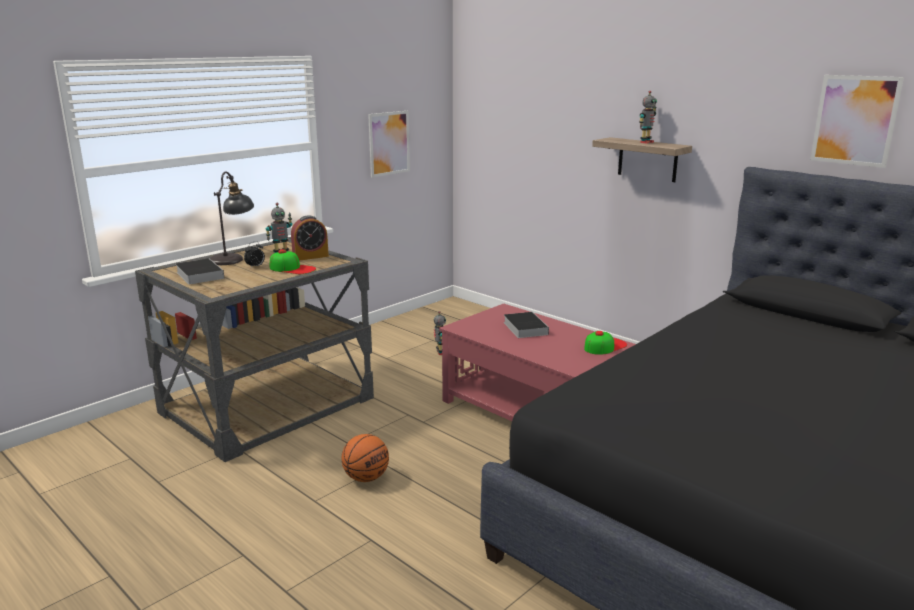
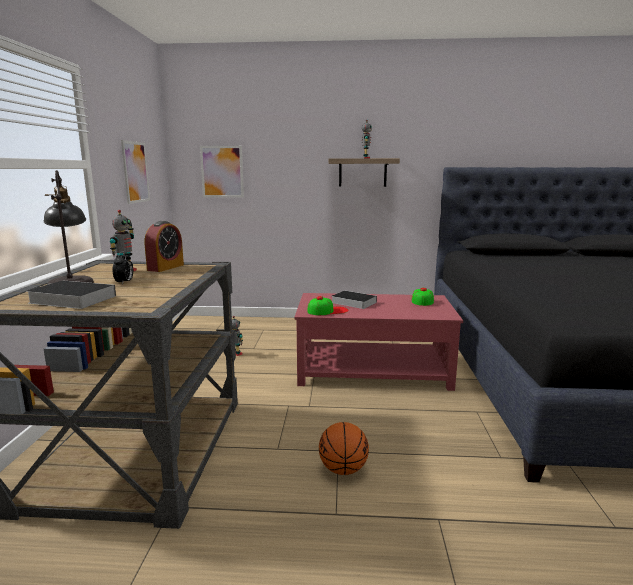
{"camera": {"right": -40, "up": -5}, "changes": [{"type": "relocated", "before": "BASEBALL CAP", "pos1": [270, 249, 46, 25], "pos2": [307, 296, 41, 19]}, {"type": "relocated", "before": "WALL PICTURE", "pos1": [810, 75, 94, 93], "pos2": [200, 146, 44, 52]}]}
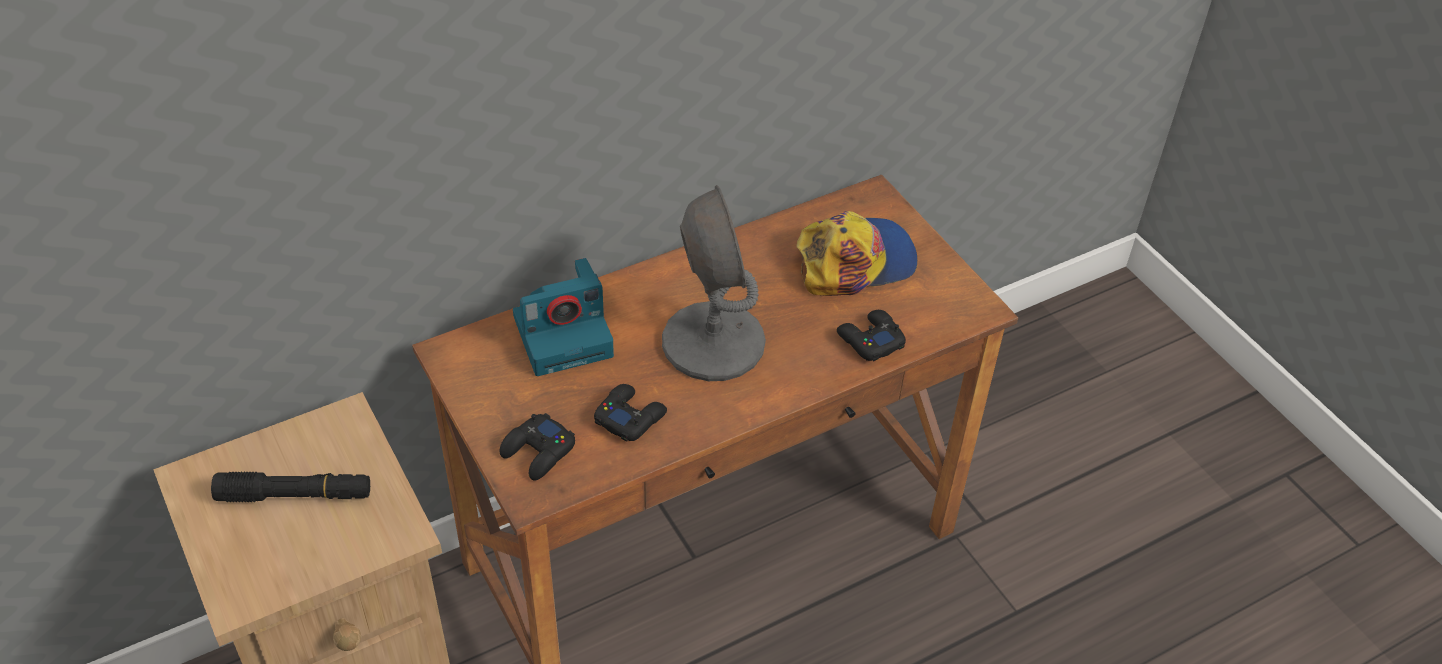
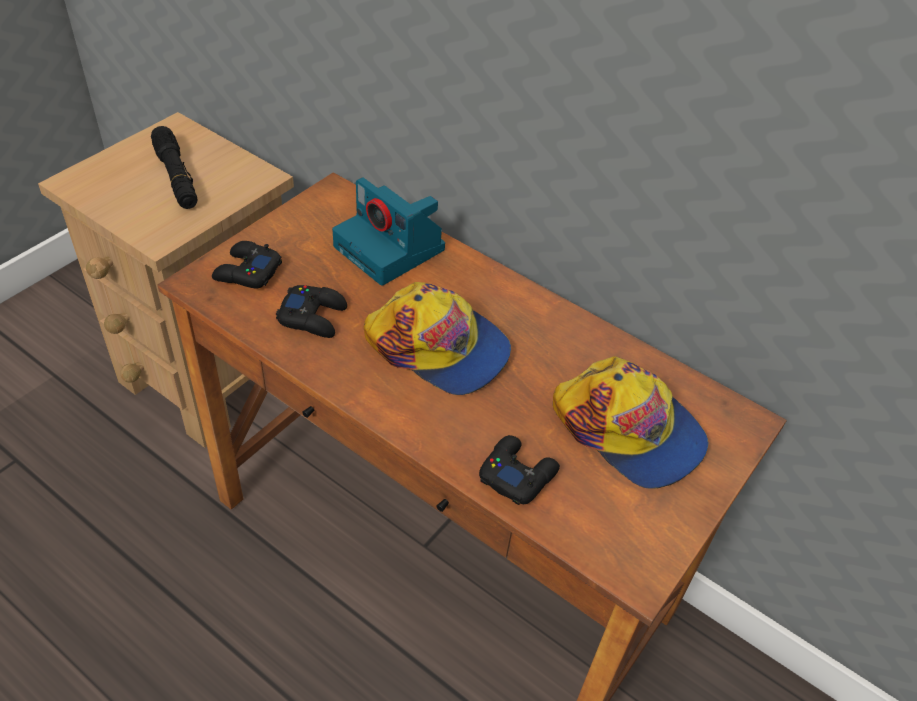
{"camera": {"right": 65, "up": 0}, "changes": [{"type": "exchanged", "before": "GREYISH TABLETOP LAMP", "after": "BASEBALL CAP", "pos1": [662, 185, 104, 196], "pos2": [364, 282, 147, 113]}]}
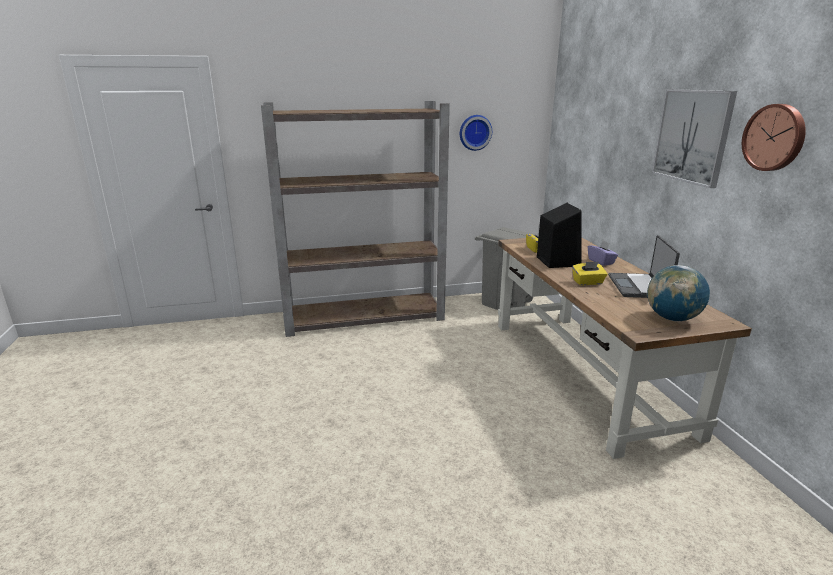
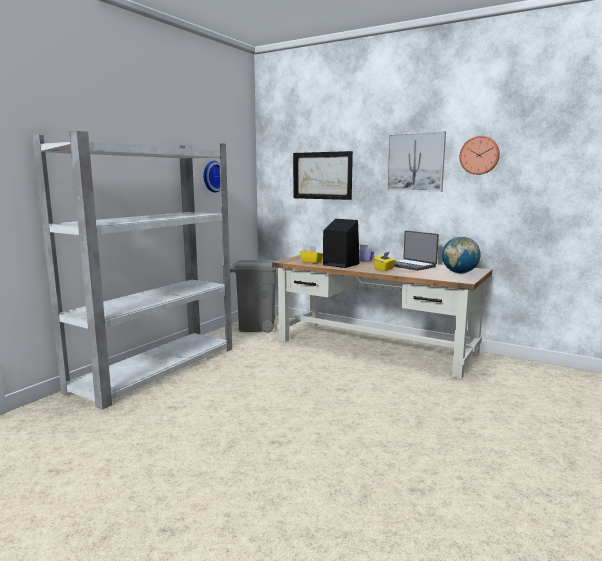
{"camera": {"right": -45, "up": -10}, "changes": [{"type": "appeared", "after": "WALL PICTURE", "pos2": [293, 151, 60, 49]}, {"type": "colour", "before": "BROWN-COLOURED BOOKCASE", "after": "WHITISH BOOKCASE", "pos1": [261, 101, 189, 236], "pos2": [32, 131, 200, 278]}]}
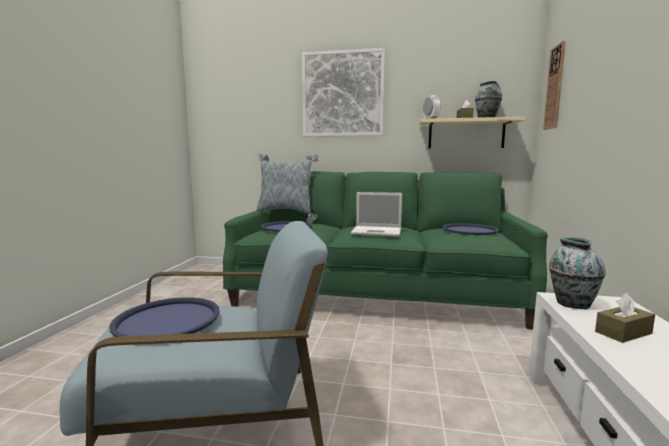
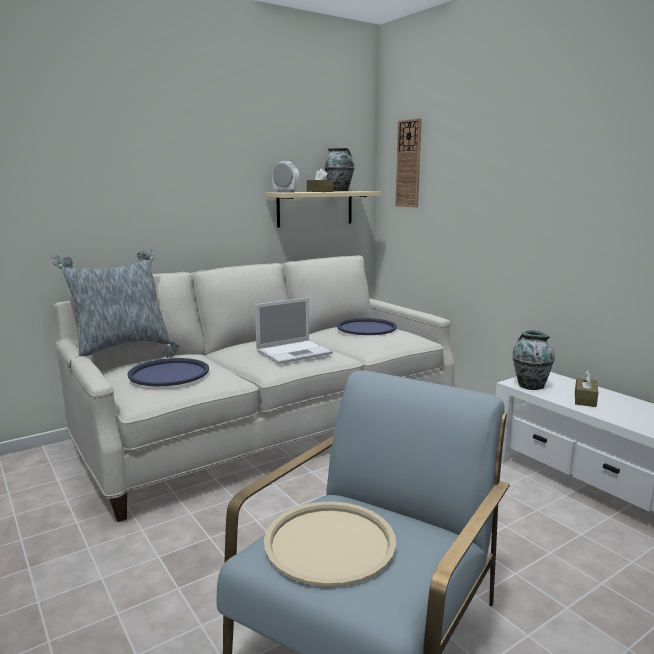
{"camera": {"right": -45, "up": 5}, "changes": [{"type": "missing", "before": "WALL PICTURE", "pos1": [302, 48, 83, 89]}, {"type": "colour", "before": "BLUE-COLOURED SERVING TRAY", "after": "SAND-COLOURED SERVING TRAY", "pos1": [109, 297, 111, 40], "pos2": [264, 502, 132, 85]}, {"type": "colour", "before": "GREEN-COLOURED SETTEE", "after": "WHITISH SETTEE", "pos1": [223, 171, 325, 159], "pos2": [54, 255, 401, 267]}]}
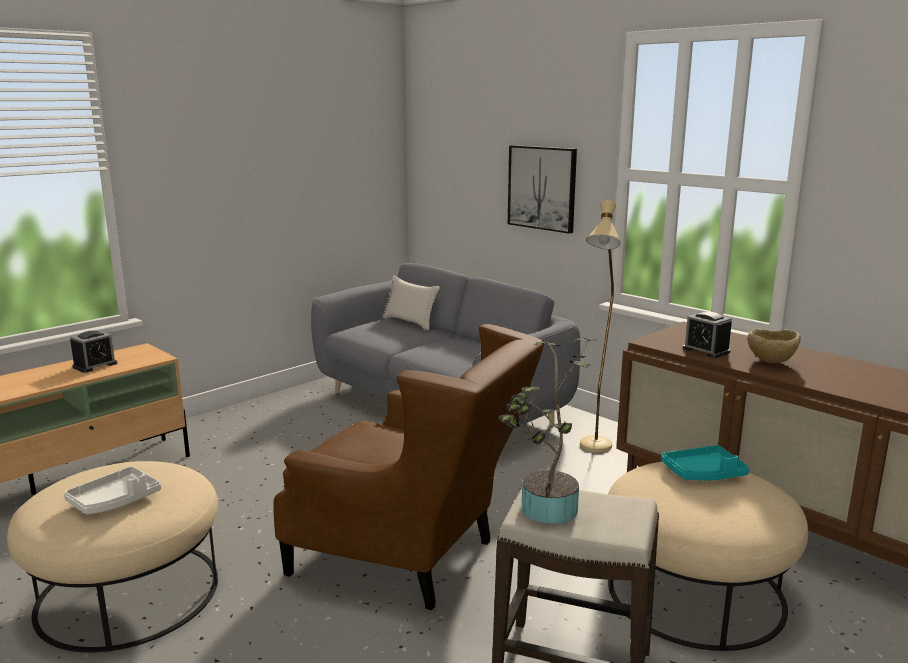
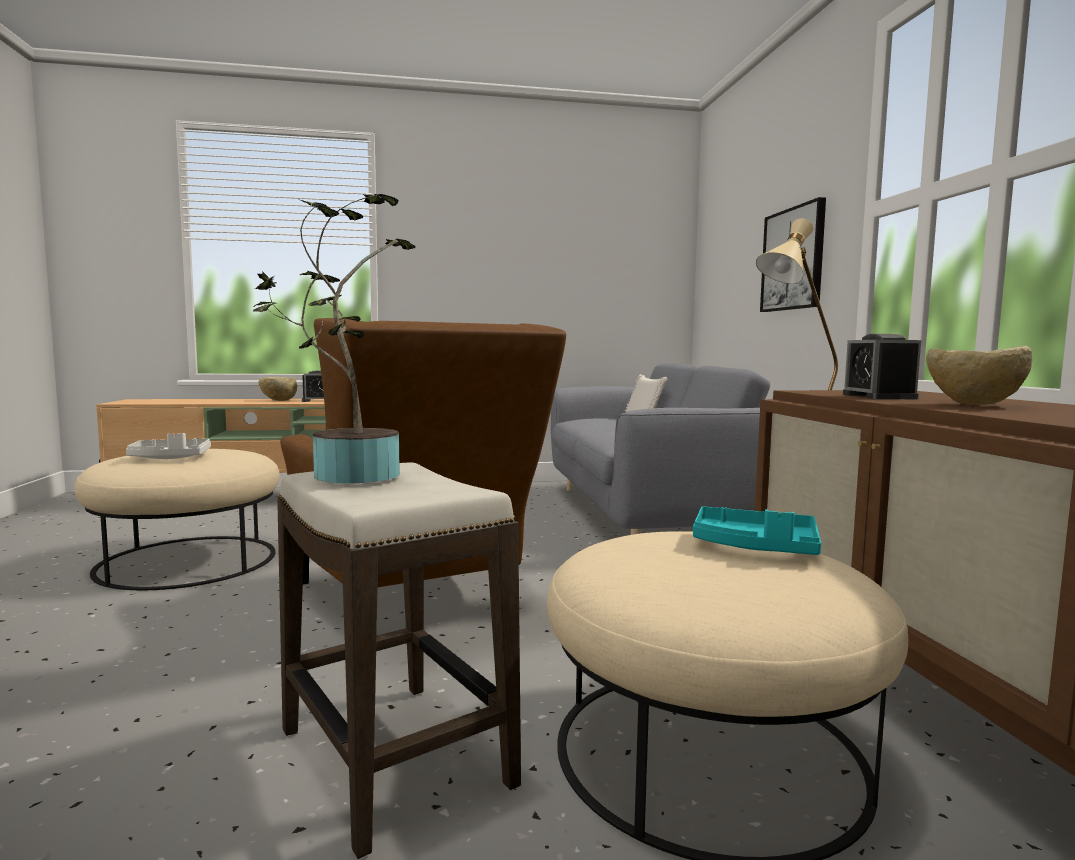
{"camera": {"right": 35, "up": -10}, "changes": [{"type": "appeared", "after": "SAND-COLOURED BOWL", "pos2": [259, 377, 38, 24]}]}
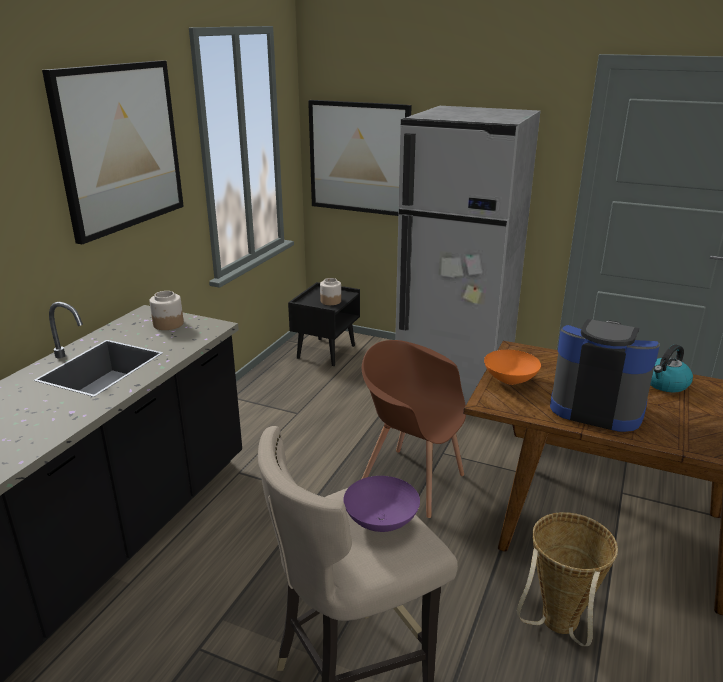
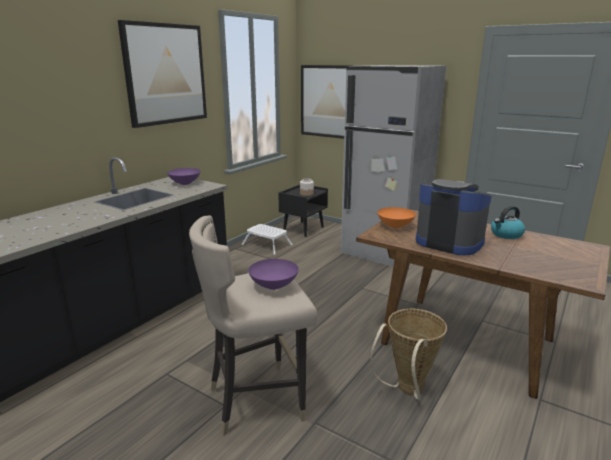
{"camera": {"right": 10, "up": -5}, "changes": [{"type": "missing", "before": "BROWN-COLOURED PLAIN CHAIR", "pos1": [362, 340, 104, 178]}, {"type": "appeared", "after": "WHITISH STEP LADDER", "pos2": [242, 224, 51, 31]}, {"type": "exchanged", "before": "STORAGE JAR", "after": "PURPLISH BOWL", "pos1": [149, 291, 35, 39], "pos2": [167, 168, 34, 17]}]}
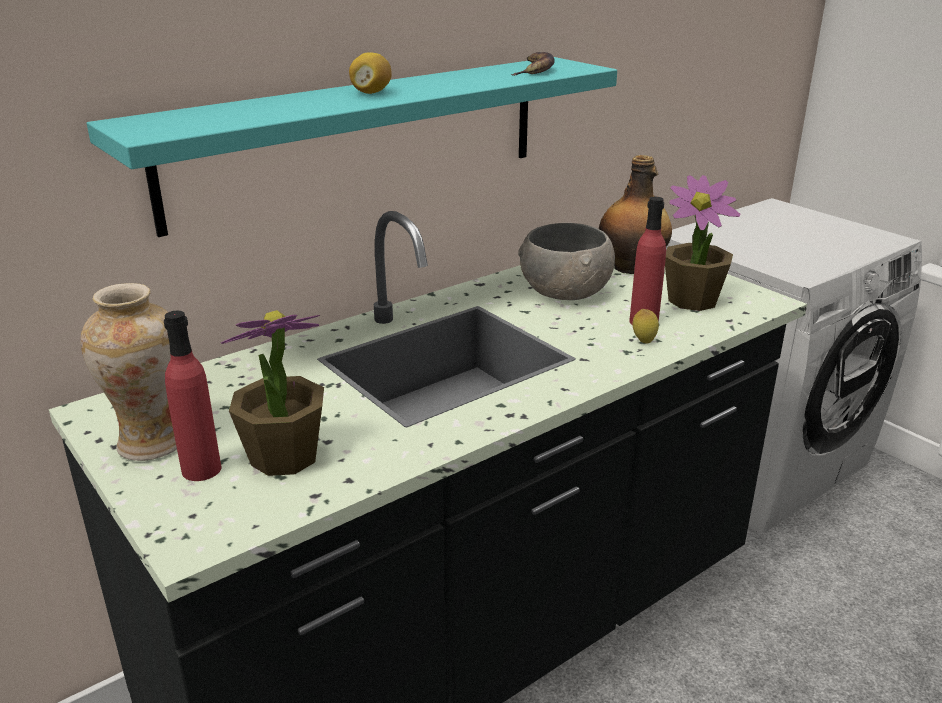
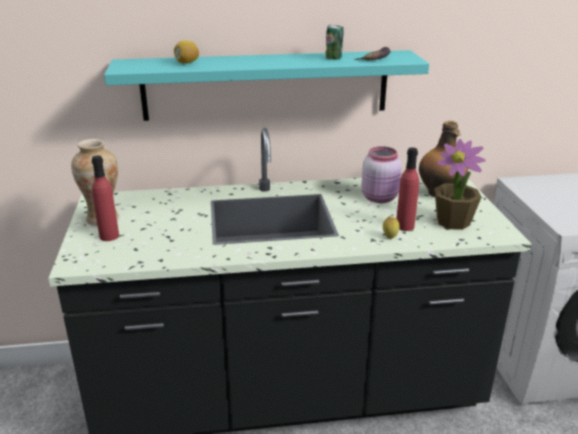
{"camera": {"right": 30, "up": 0}, "changes": [{"type": "missing", "before": "POTTED PLANT", "pos1": [220, 310, 104, 166]}, {"type": "appeared", "after": "METAL CAN", "pos2": [326, 25, 18, 35]}, {"type": "relocated", "before": "CITRUS FRUIT", "pos1": [349, 52, 43, 42], "pos2": [174, 40, 25, 24]}, {"type": "exchanged", "before": "GREYISH BOWL", "after": "PINKISH STORAGE JAR", "pos1": [518, 223, 97, 77], "pos2": [361, 146, 41, 57]}]}
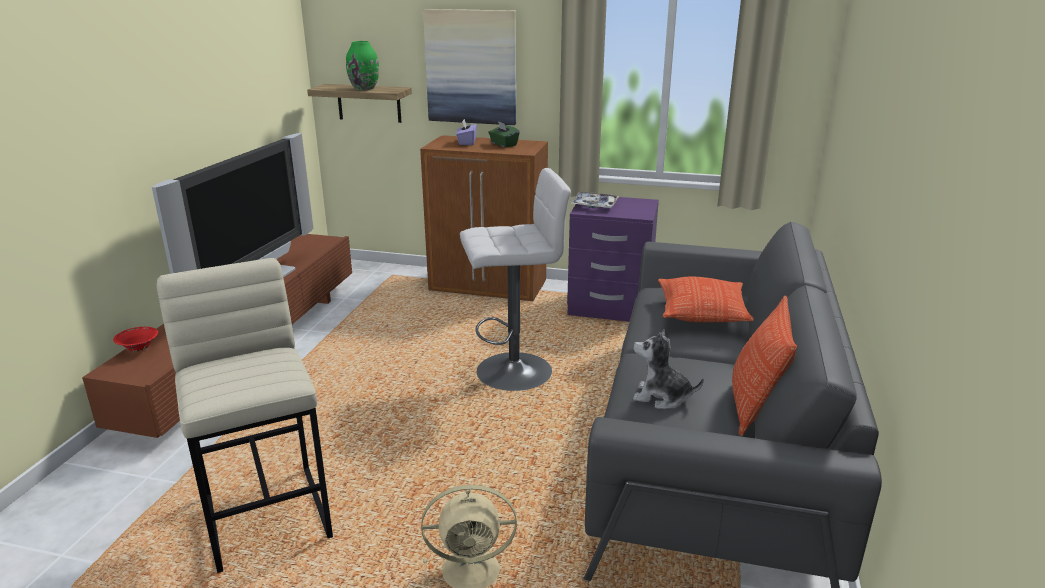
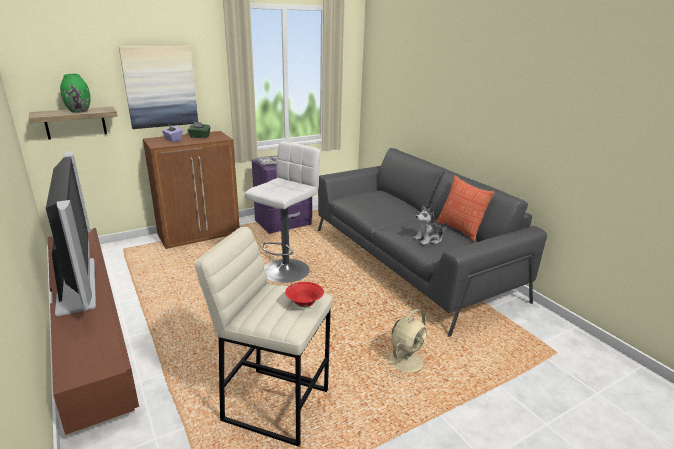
{"camera": {"right": -45, "up": 0}, "changes": [{"type": "missing", "before": "ORANGEY CUSHION", "pos1": [658, 277, 96, 45]}, {"type": "relocated", "before": "RED-COLOURED BOWL", "pos1": [113, 327, 45, 25], "pos2": [285, 282, 39, 25]}]}
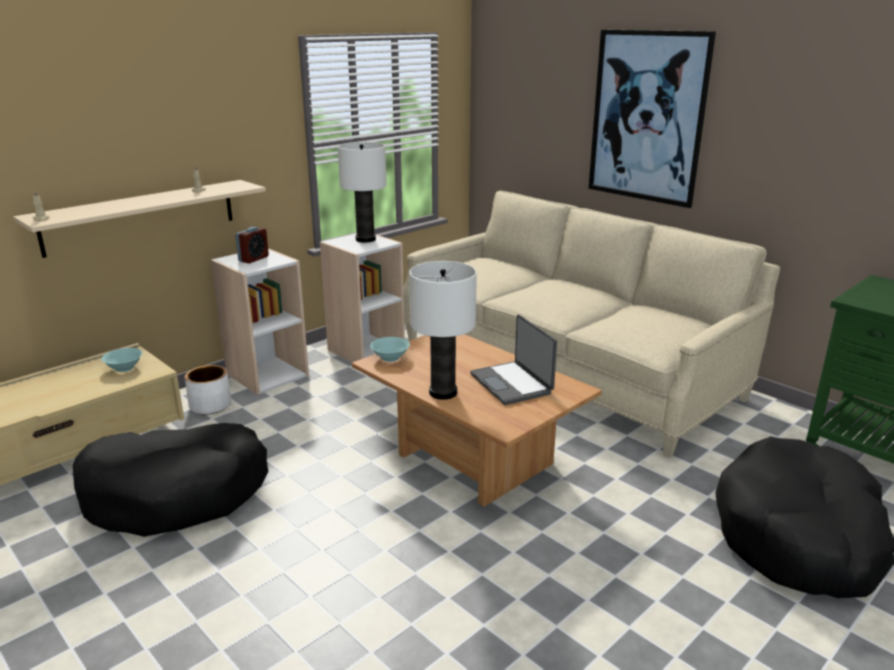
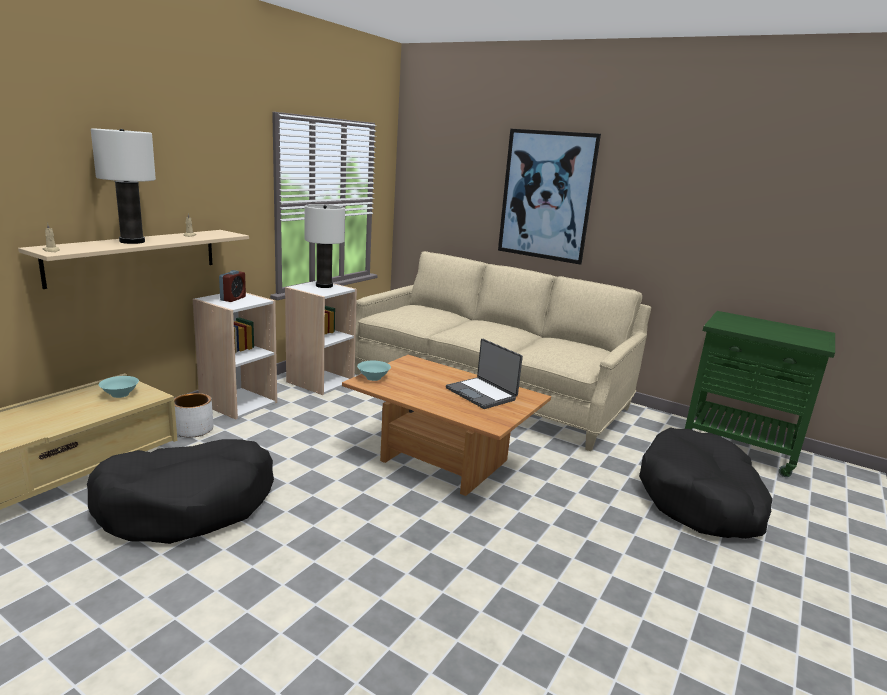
{"camera": {"right": -15, "up": -5}, "changes": [{"type": "relocated", "before": "WHITISH TABLETOP LAMP", "pos1": [409, 261, 68, 139], "pos2": [91, 128, 65, 116]}]}
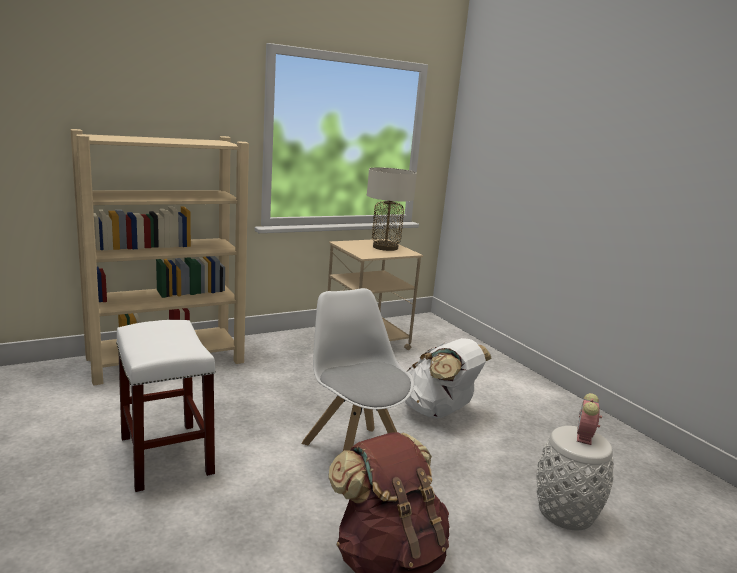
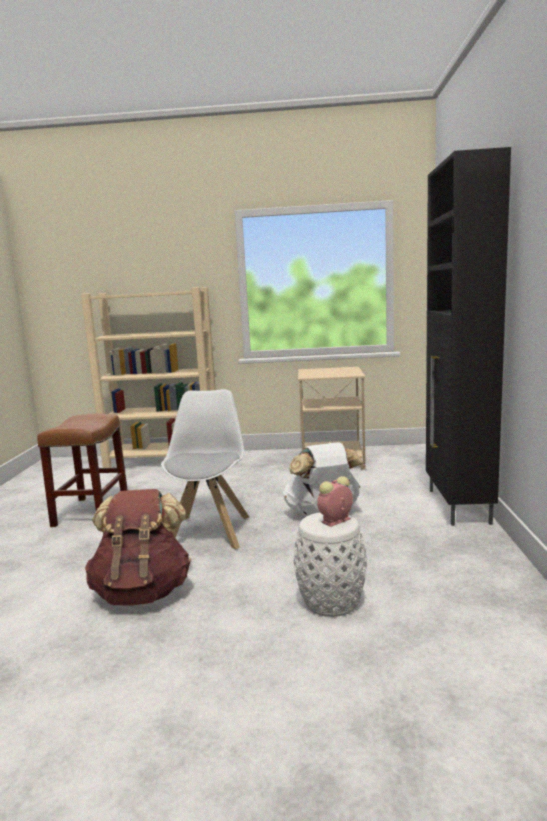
{"camera": {"right": 35, "up": -5}, "changes": [{"type": "missing", "before": "TABLETOP LAMP", "pos1": [367, 167, 50, 84]}, {"type": "appeared", "after": "BLACK-COLOURED CUPBOARD", "pos2": [426, 147, 85, 379]}, {"type": "colour", "before": "WHITISH STOOL SEAT", "after": "BROWN-COLOURED STOOL SEAT", "pos1": [116, 320, 100, 173], "pos2": [37, 413, 91, 114]}]}
